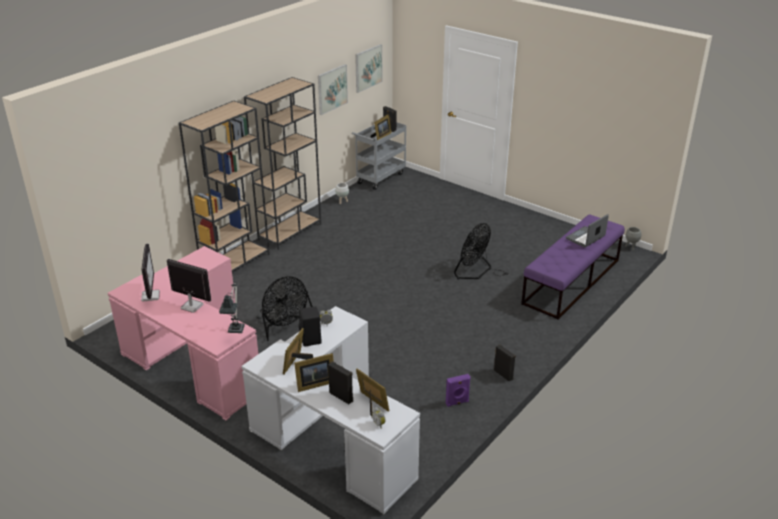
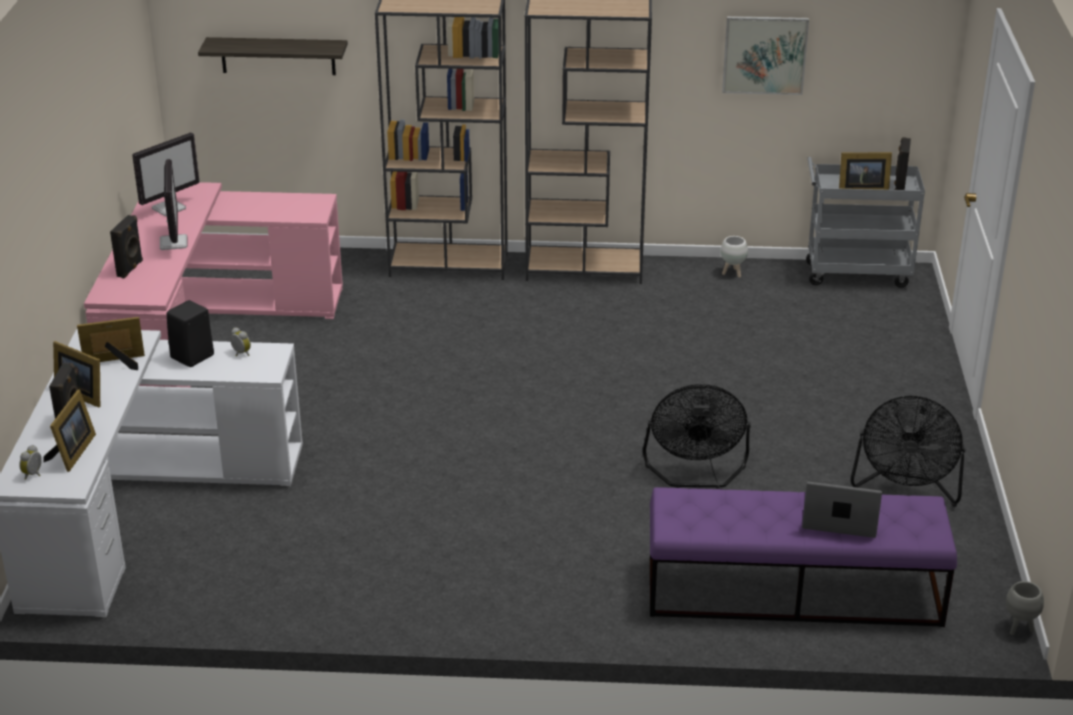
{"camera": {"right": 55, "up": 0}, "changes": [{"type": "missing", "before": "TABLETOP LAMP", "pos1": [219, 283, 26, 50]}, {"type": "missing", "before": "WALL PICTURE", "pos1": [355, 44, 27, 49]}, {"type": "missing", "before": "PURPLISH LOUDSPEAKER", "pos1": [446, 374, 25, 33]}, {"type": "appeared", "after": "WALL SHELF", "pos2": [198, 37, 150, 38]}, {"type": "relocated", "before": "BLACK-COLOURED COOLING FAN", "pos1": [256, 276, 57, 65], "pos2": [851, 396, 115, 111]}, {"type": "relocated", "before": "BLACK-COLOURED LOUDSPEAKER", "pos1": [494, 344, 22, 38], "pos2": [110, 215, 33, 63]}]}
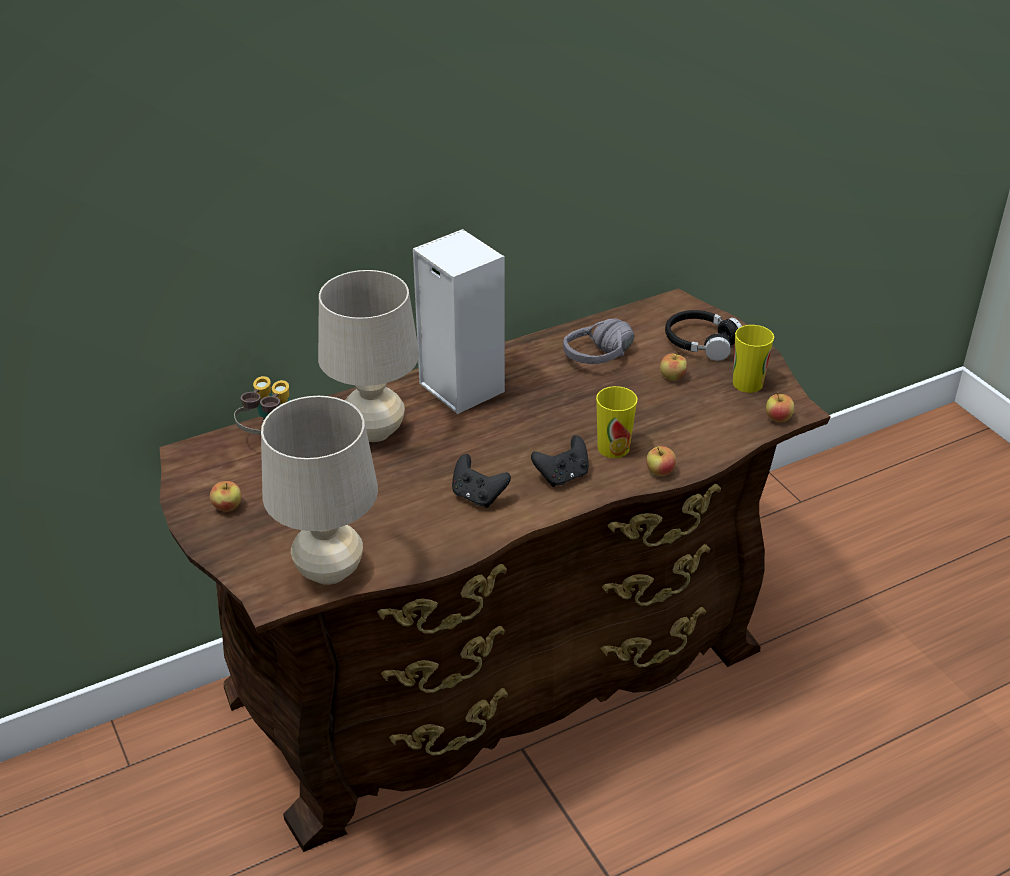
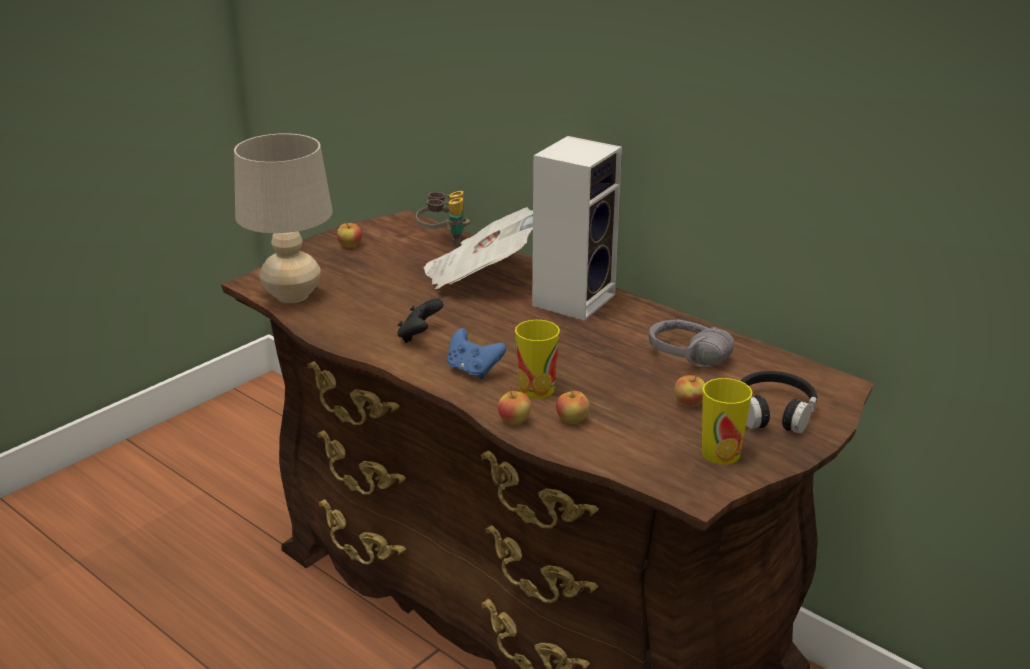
{"camera": {"right": 70, "up": -10}, "changes": [{"type": "relocated", "before": "WHOLE APPLE", "pos1": [766, 392, 28, 30], "pos2": [556, 386, 34, 38]}, {"type": "exchanged", "before": "SAND-COLOURED TABLETOP LAMP", "after": "PRINTED PAPER", "pos1": [318, 270, 101, 172], "pos2": [424, 207, 109, 82]}, {"type": "colour", "before": "BLACK-COLOURED GAME CONTROLLER", "after": "BLUE-COLOURED GAME CONTROLLER", "pos1": [531, 435, 58, 52], "pos2": [447, 328, 59, 51]}]}
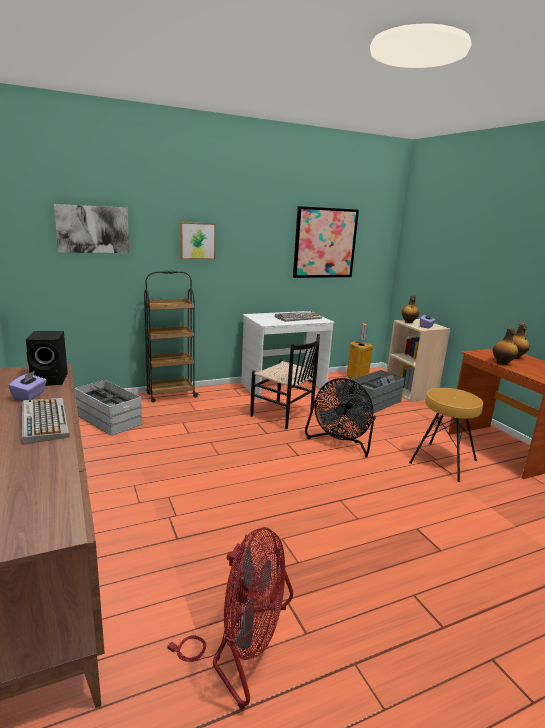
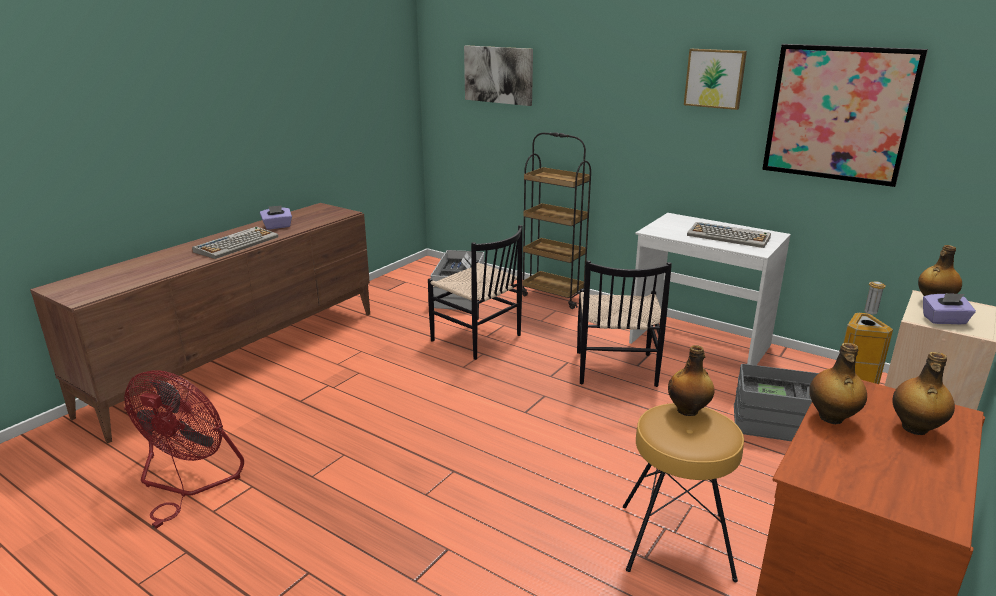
{"camera": {"right": 60, "up": 5}, "changes": [{"type": "missing", "before": "BLACK-COLOURED LOUDSPEAKER", "pos1": [26, 331, 42, 55]}, {"type": "missing", "before": "BLACK-COLOURED COOLING FAN", "pos1": [305, 378, 71, 80]}, {"type": "appeared", "after": "BLACK-COLOURED PLAIN CHAIR", "pos2": [428, 225, 94, 135]}, {"type": "appeared", "after": "BOTTLE", "pos2": [668, 345, 47, 71]}, {"type": "relocated", "before": "WALL PICTURE", "pos1": [180, 222, 36, 37], "pos2": [684, 49, 63, 61]}, {"type": "spun", "before": "RED-COLOURED COOLING FAN", "pos1": [167, 527, 126, 184], "pos2": [124, 370, 120, 159], "turn": -150}]}
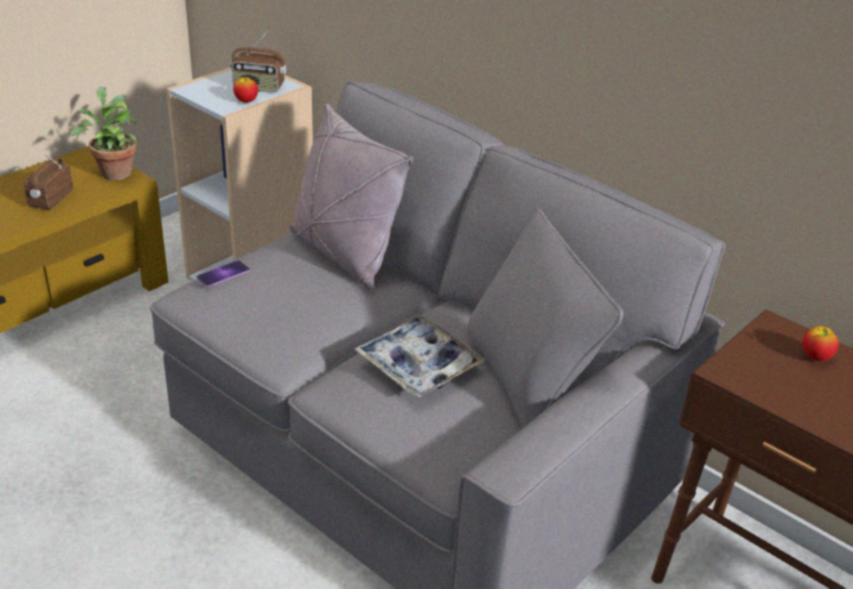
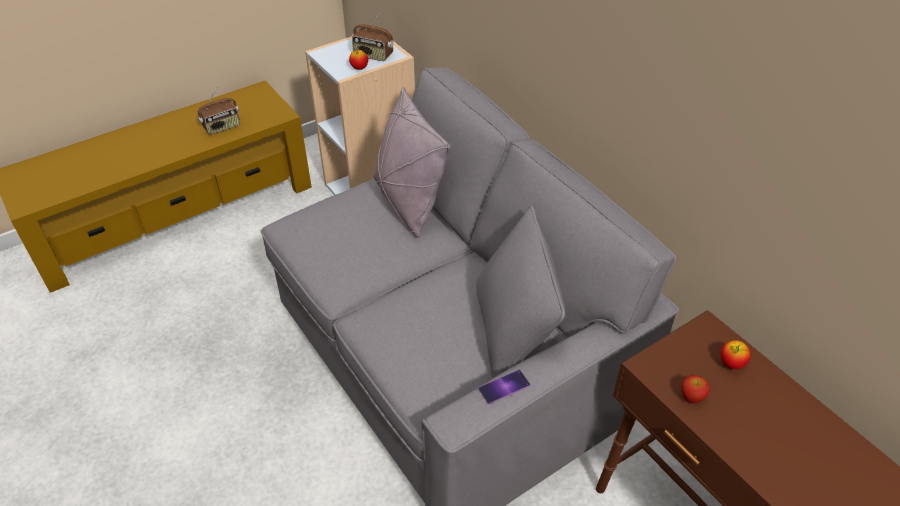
{"camera": {"right": 15, "up": 10}, "changes": [{"type": "missing", "before": "POTTED PLANT", "pos1": [70, 87, 68, 93]}, {"type": "missing", "before": "SERVING TRAY", "pos1": [354, 316, 132, 81]}, {"type": "appeared", "after": "WHOLE APPLE", "pos2": [681, 375, 29, 29]}, {"type": "relocated", "before": "TELEPHONE", "pos1": [196, 260, 54, 27], "pos2": [478, 370, 52, 34]}, {"type": "spun", "before": "RADIO SET", "pos1": [24, 154, 49, 55], "pos2": [198, 87, 42, 48], "turn": -150}]}
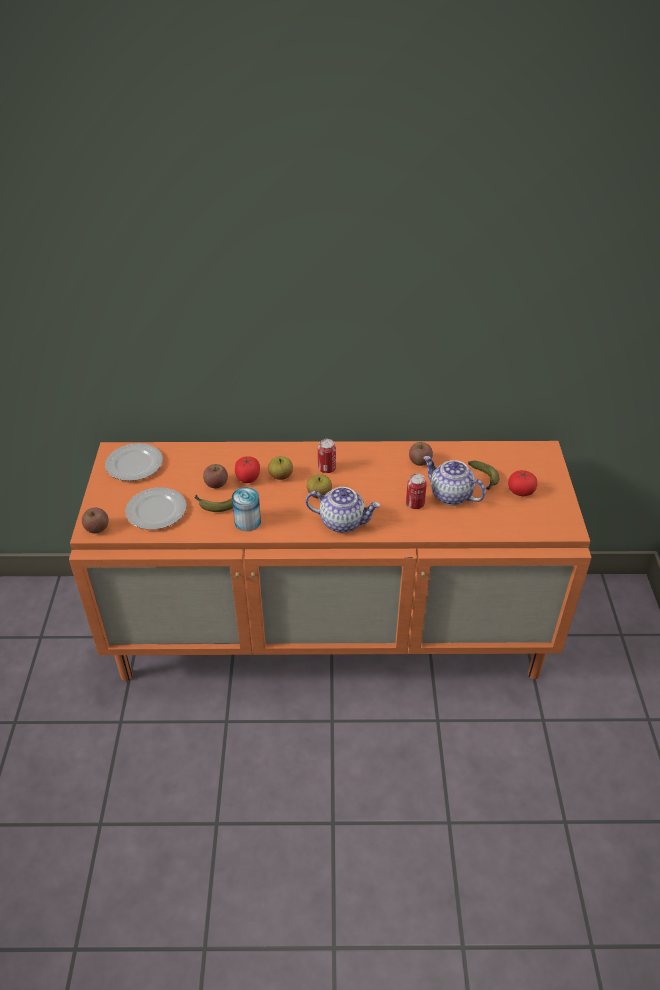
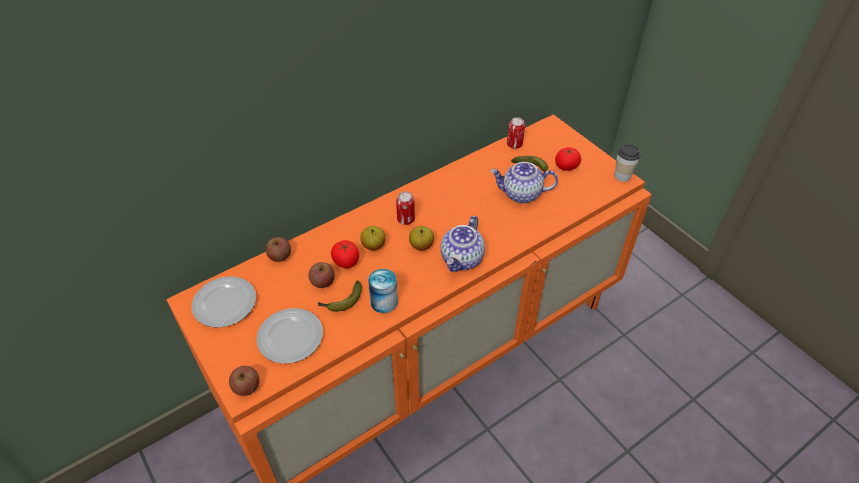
{"camera": {"right": -35, "up": 5}, "changes": [{"type": "appeared", "after": "DRINKING CUP", "pos2": [614, 144, 26, 38]}, {"type": "relocated", "before": "METAL CAN", "pos1": [406, 474, 21, 35], "pos2": [507, 117, 18, 32]}, {"type": "relocated", "before": "WHOLE APPLE", "pos1": [409, 442, 24, 24], "pos2": [265, 237, 26, 25]}, {"type": "spun", "before": "POT FOR TEA", "pos1": [306, 487, 74, 46], "pos2": [441, 215, 44, 57], "turn": 135}]}
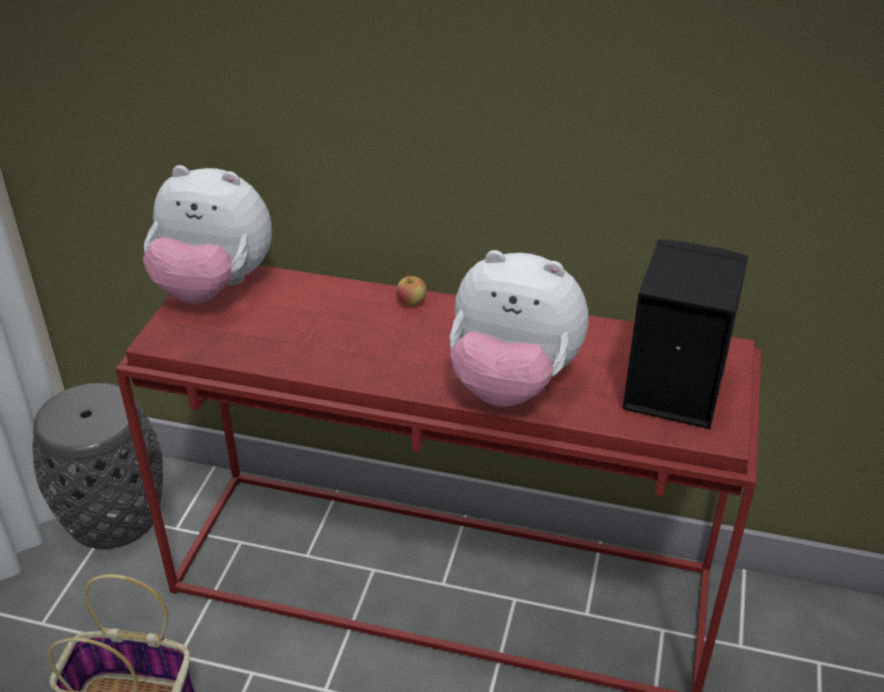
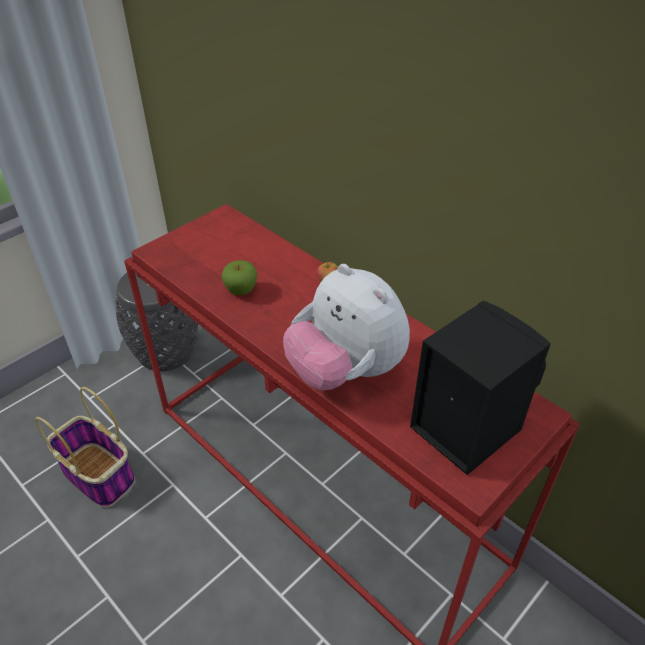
{"camera": {"right": 30, "up": 5}, "changes": [{"type": "missing", "before": "PLUSH TOY", "pos1": [143, 165, 129, 138]}, {"type": "appeared", "after": "WHOLE APPLE", "pos2": [221, 260, 36, 35]}]}
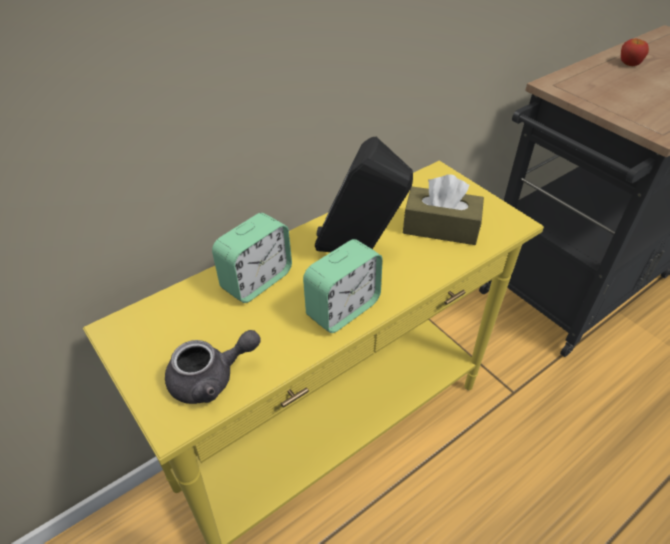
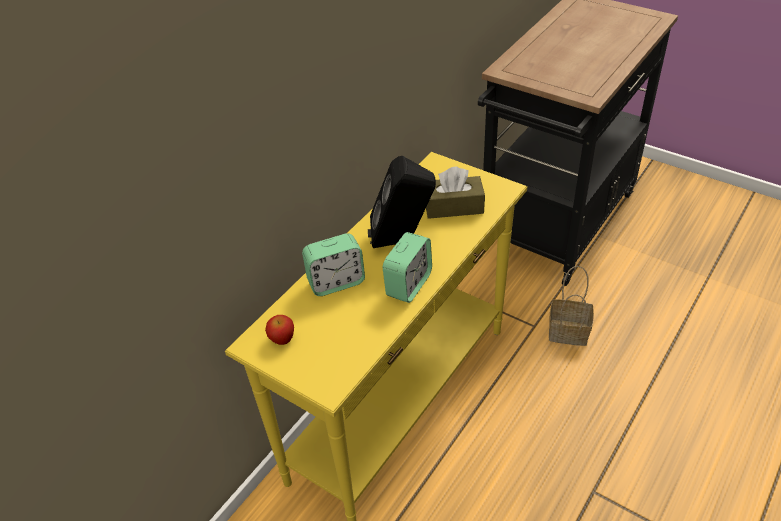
{"camera": {"right": -15, "up": 0}, "changes": [{"type": "missing", "before": "GREYISH POT FOR TEA", "pos1": [165, 330, 96, 74]}, {"type": "appeared", "after": "BASKET", "pos2": [549, 266, 45, 80]}, {"type": "relocated", "before": "WHOLE APPLE", "pos1": [621, 39, 28, 27], "pos2": [265, 315, 29, 30]}, {"type": "spun", "before": "TABLE CLOCK", "pos1": [212, 213, 80, 90], "pos2": [302, 233, 63, 63], "turn": 45}]}
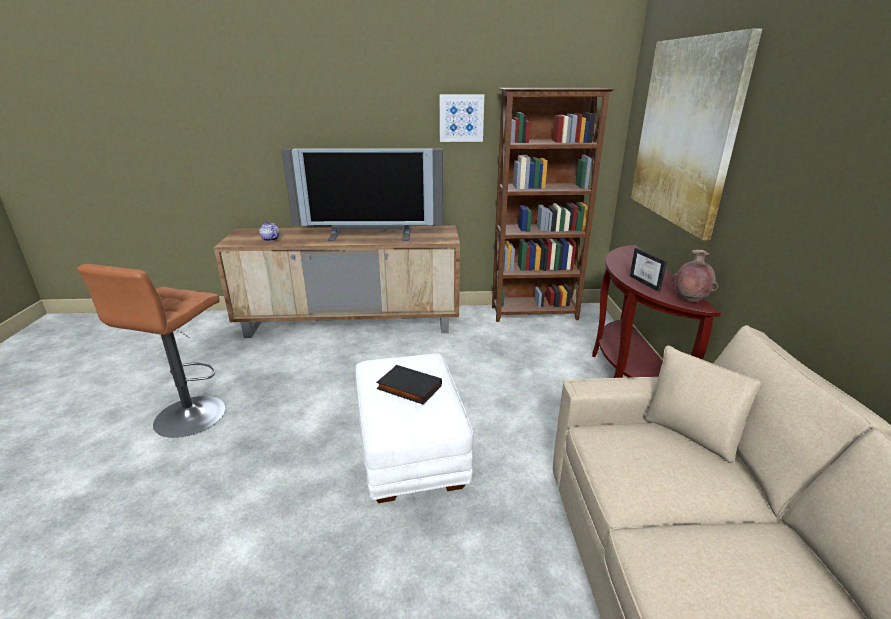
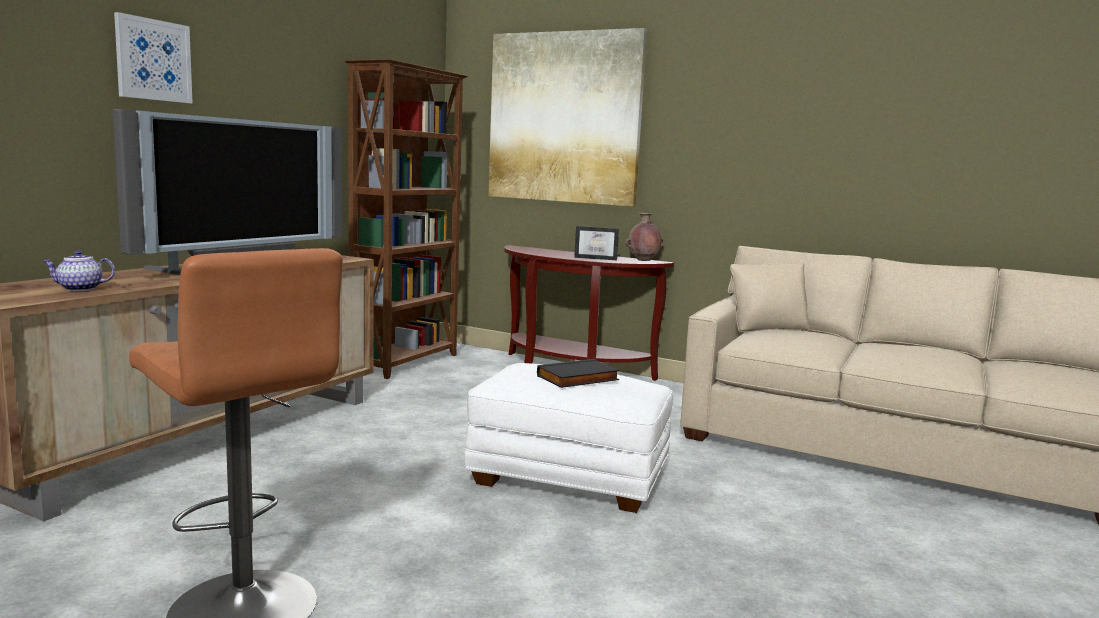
{"camera": {"right": -60, "up": -15}, "changes": [{"type": "relocated", "before": "WALL PICTURE", "pos1": [440, 95, 44, 47], "pos2": [114, 12, 79, 91]}]}
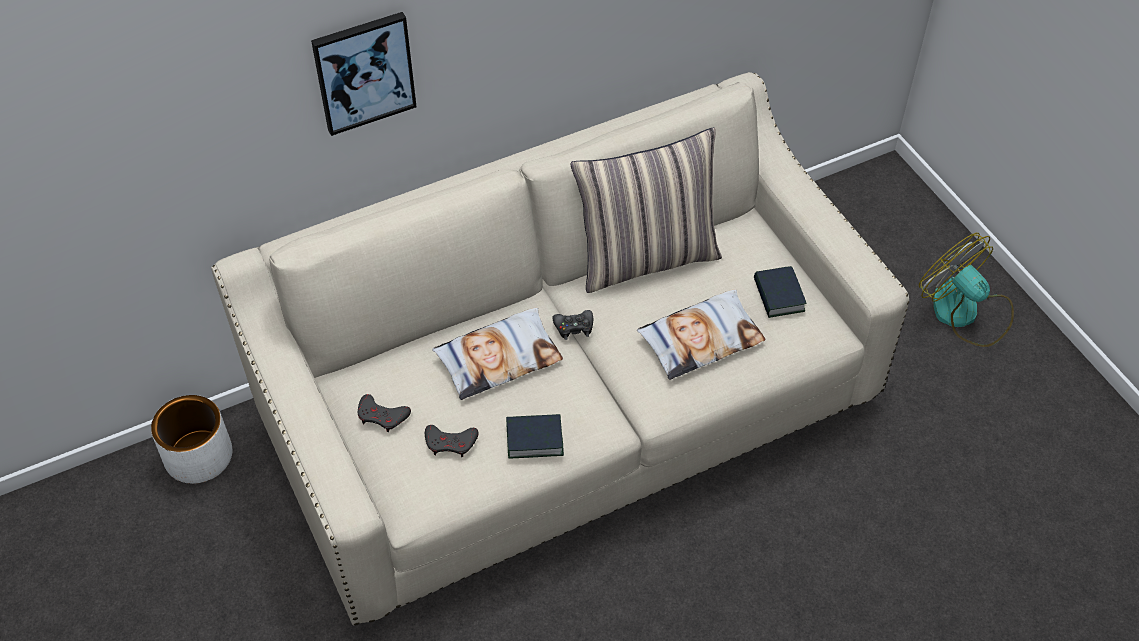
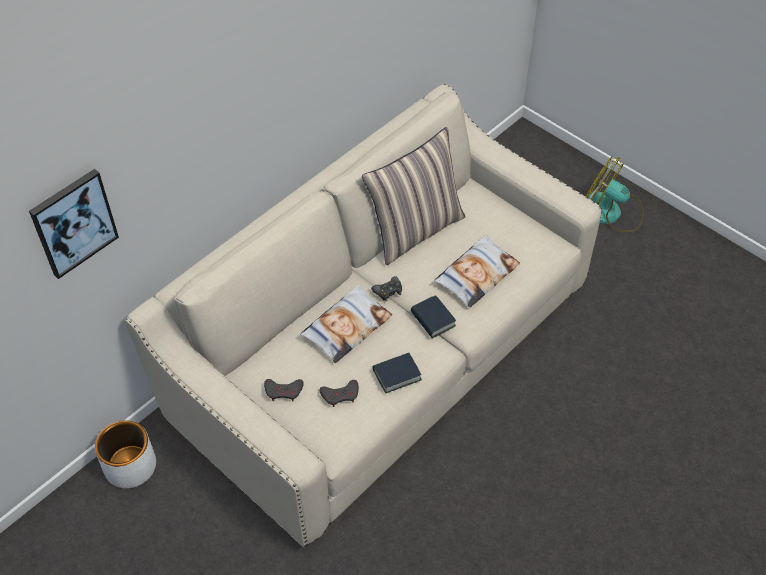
{"camera": {"right": -20, "up": 0}, "changes": [{"type": "relocated", "before": "WALL PICTURE", "pos1": [311, 12, 106, 124], "pos2": [29, 169, 90, 110]}, {"type": "relocated", "before": "BOOK", "pos1": [754, 266, 53, 52], "pos2": [411, 295, 45, 43]}]}
